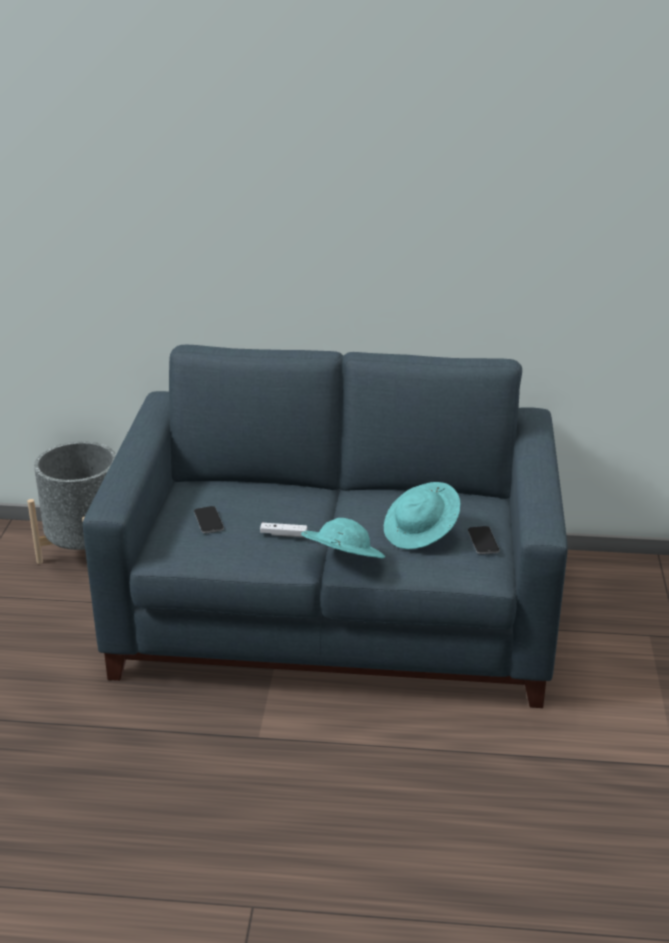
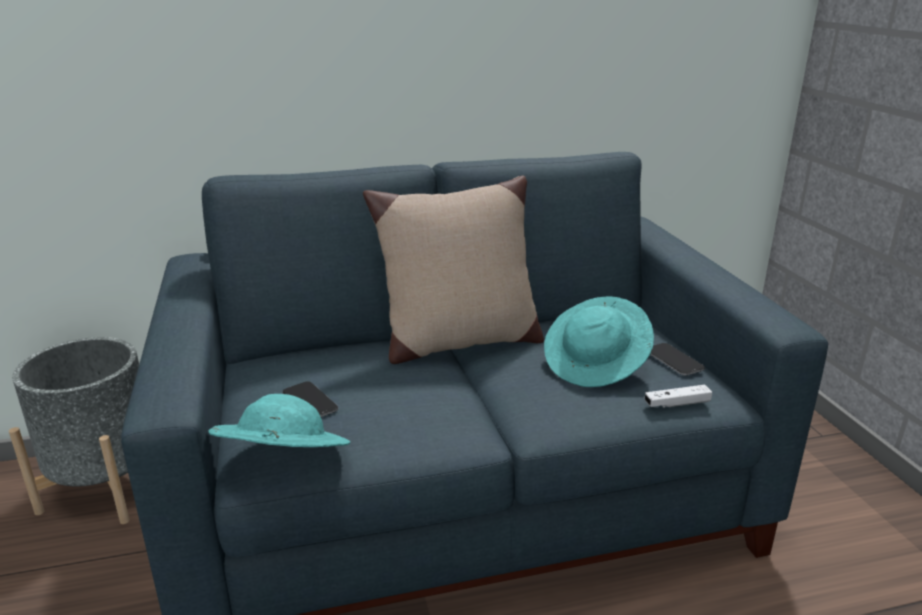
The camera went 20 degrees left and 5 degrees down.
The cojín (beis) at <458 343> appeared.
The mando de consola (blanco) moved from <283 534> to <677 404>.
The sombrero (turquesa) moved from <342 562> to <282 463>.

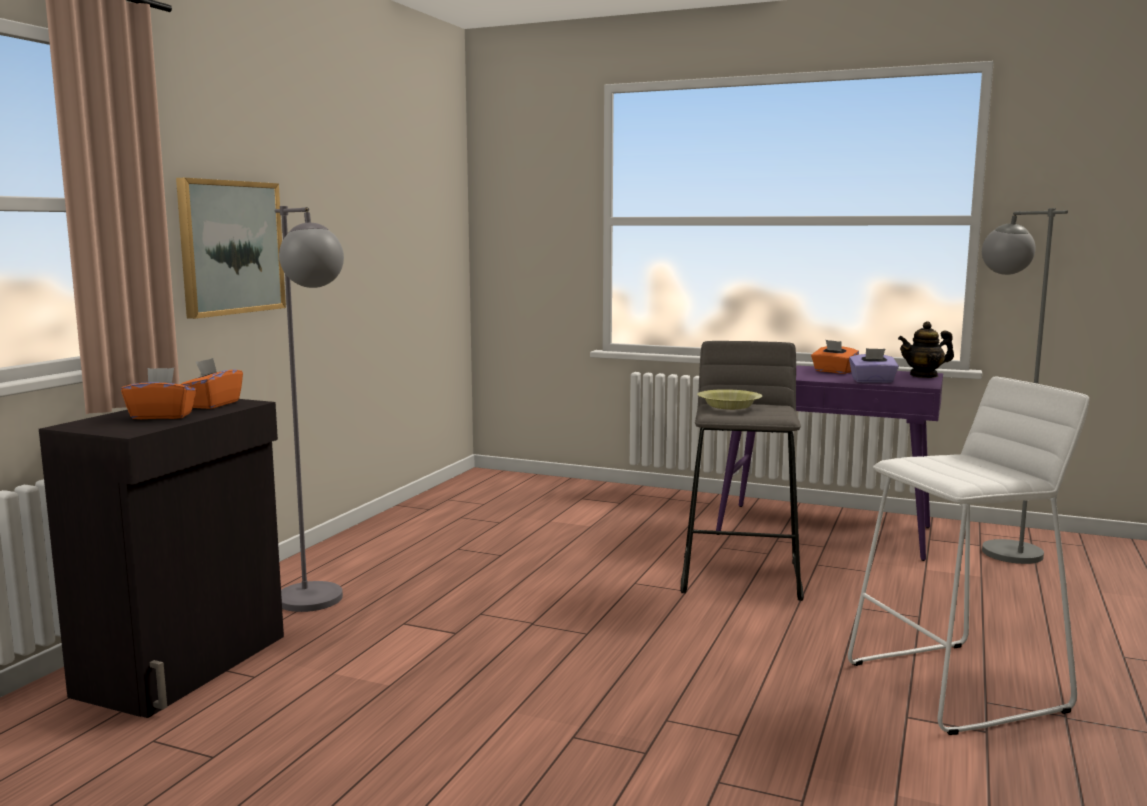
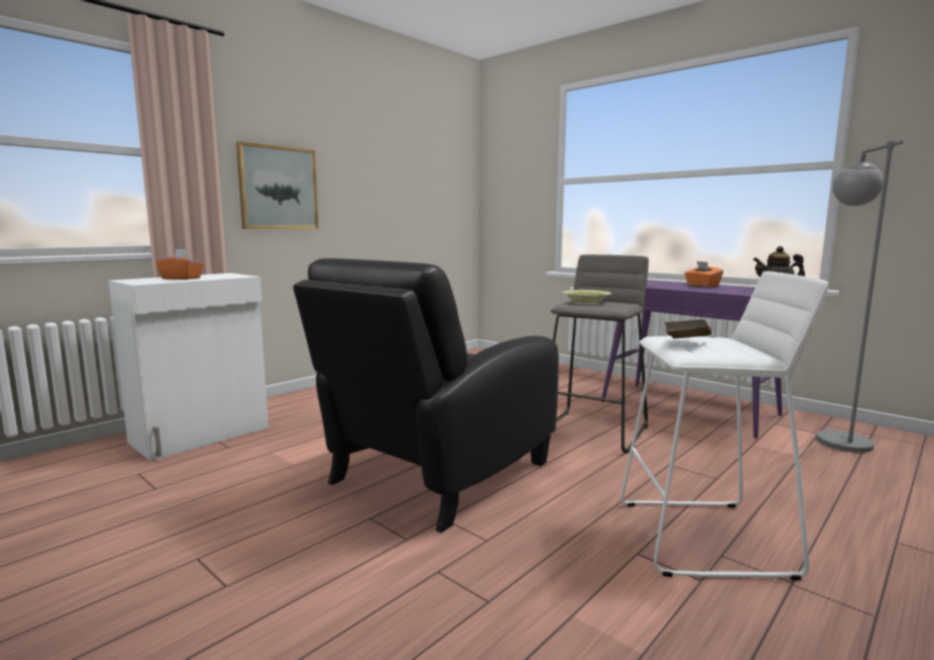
The camera went 20 degrees right and 0 degrees up.
The caja de pañuelos (naranja) at <212 404> disappeared.
The lámpara de pie (gris) at <318 606> disappeared.
The caja de pañuelos (morado) at <872 381> disappeared.
The sillón (negro) at <436 475> appeared.
The libro (marrón) at <686 343> appeared.
The armario (negro) at <186 665> became the armario (blanco) at <202 435>.

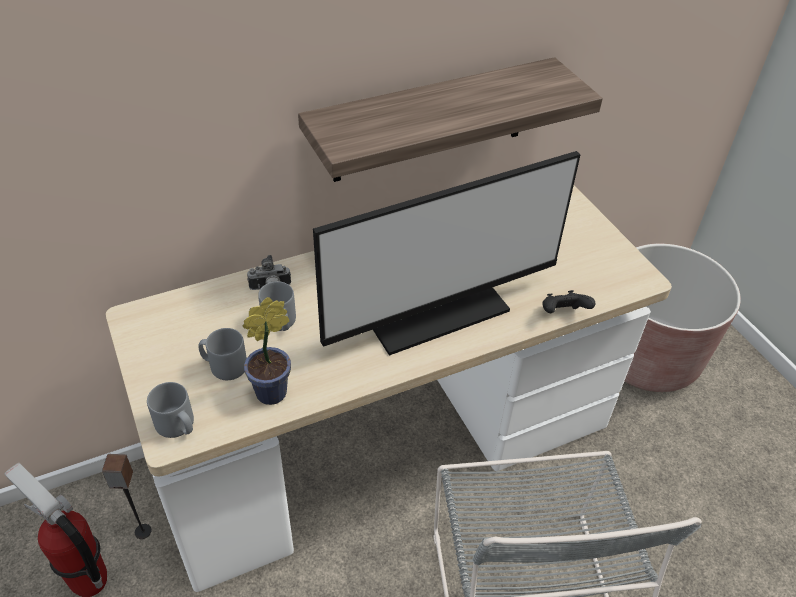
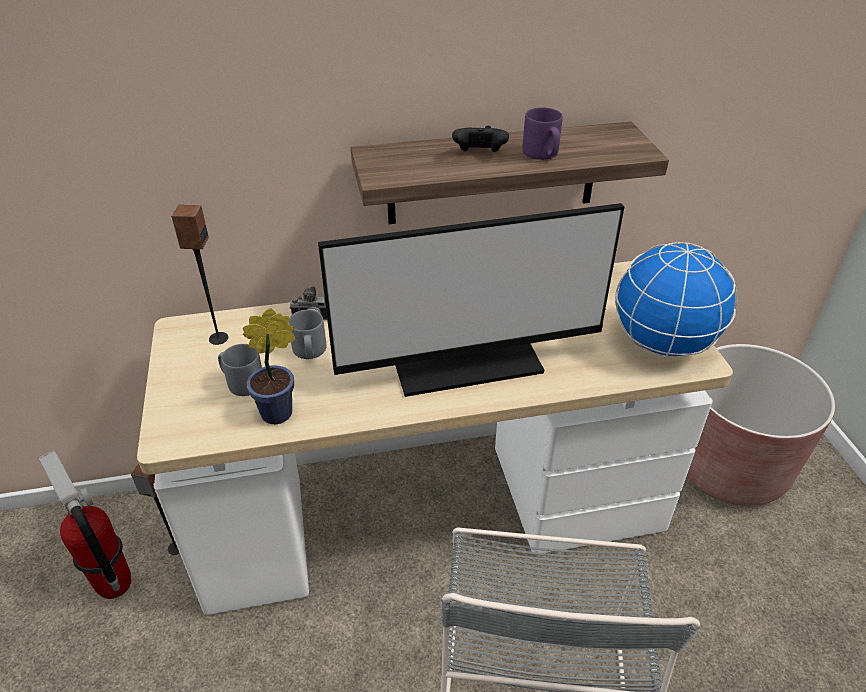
The camera went 15 degrees right and 5 degrees down.
The taza grande (gris) at <177 426> disappeared.
The altavoz at <218 338> appeared.
The taza grande (morado) at <542 154> appeared.
The globo terráqueo at <663 343> appeared.
The mando de consola (negro) moved from <562 314> to <479 155>.

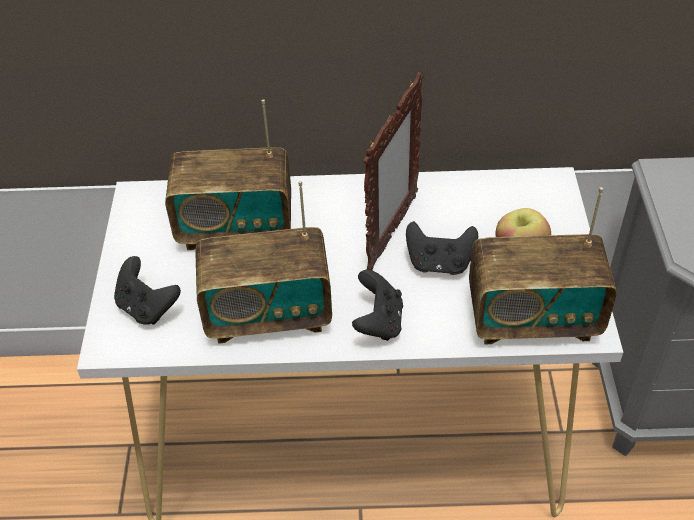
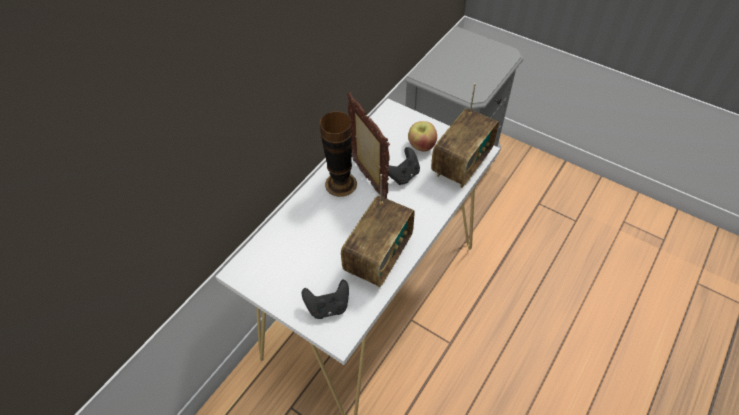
The camera went 55 degrees left and 5 degrees up.
The radio at <236 229> disappeared.
The mando de consola (negro) at <378 322> disappeared.
The florero at <341 184> appeared.

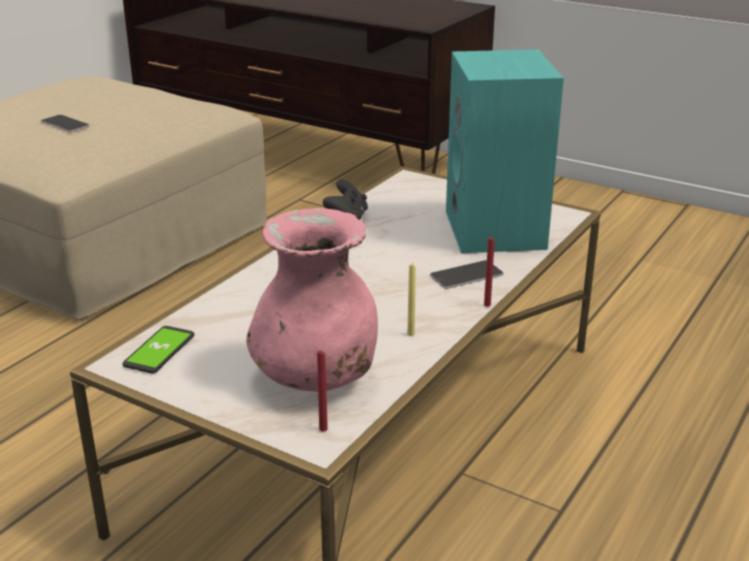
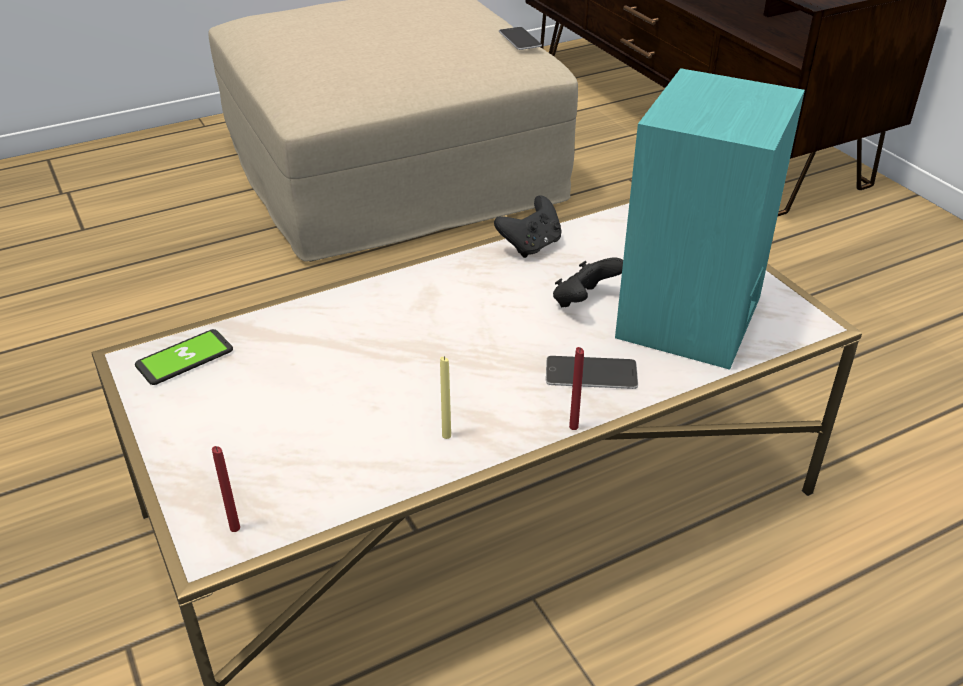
The camera went 30 degrees right and 10 degrees up.
The florero (rosa) at <316 378> disappeared.
The mando de consola (negro) at <584 302> appeared.
The móvil moved from <65 123> to <520 38>.

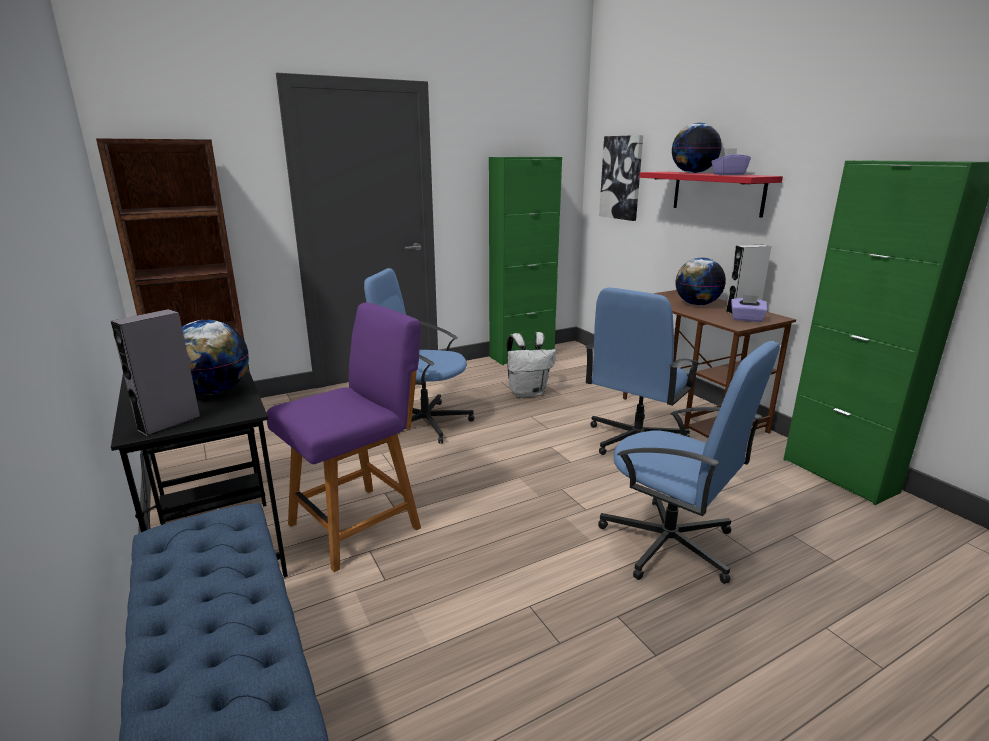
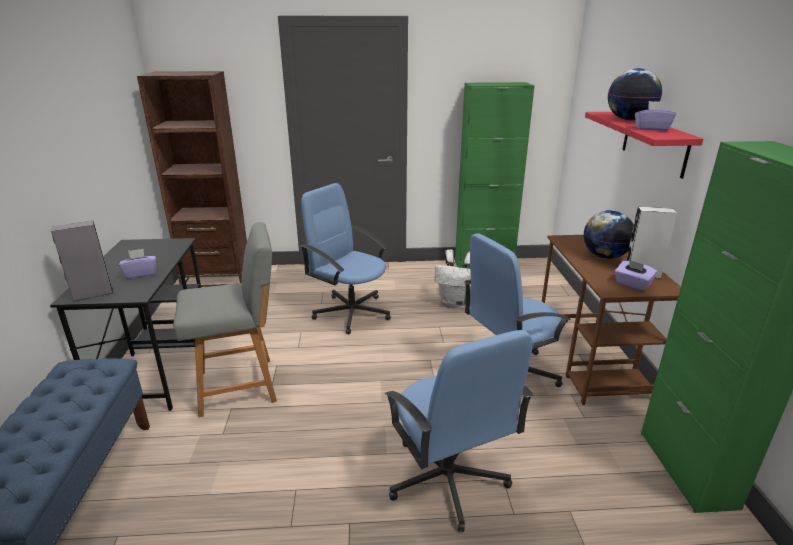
The camera went 25 degrees right and 5 degrees up.
The cuadro at <621 178> disappeared.
The globo terráqueo at <214 391> was replaced by the caja de pañuelos (morado) at <141 274>.
The silla (morado) at <359 524> became the silla (gris) at <241 385>.

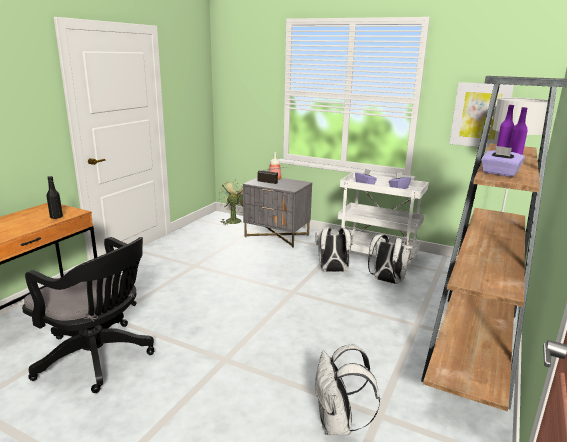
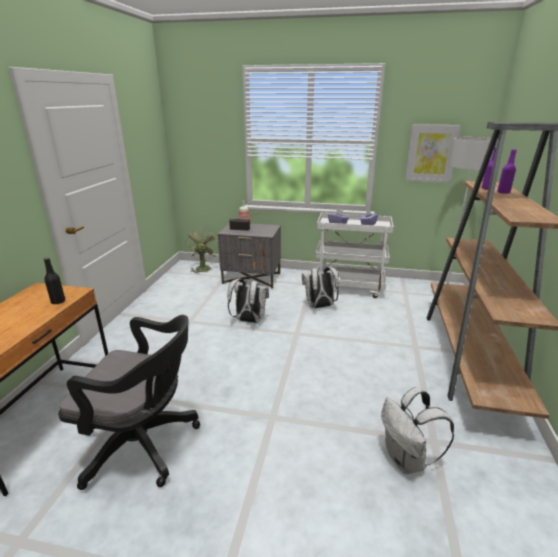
The camera went 15 degrees left and 5 degrees up.
The caja de pañuelos (morado) at <499 173> disappeared.
The mochila (blanco) moved from <386 281> to <248 320>.

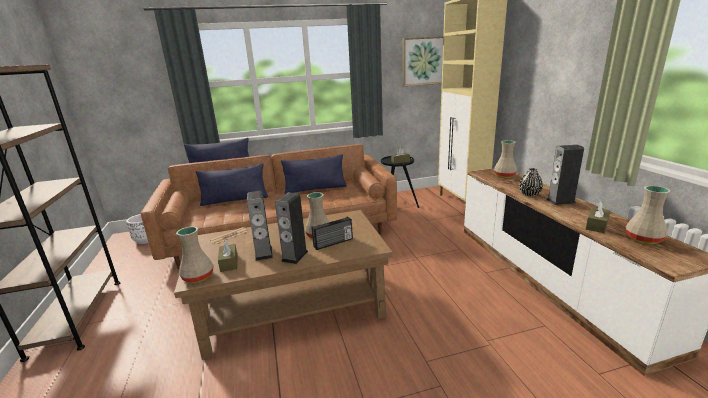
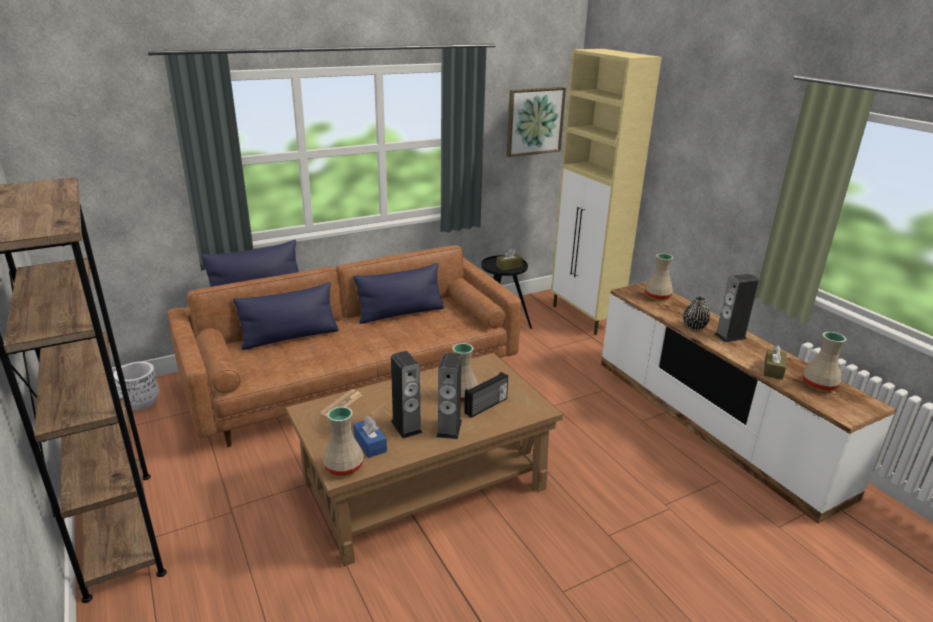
The camera went 15 degrees left and 5 degrees up.
The caja de pañuelos (marrón) at <229 263> became the caja de pañuelos (azul) at <370 444>.

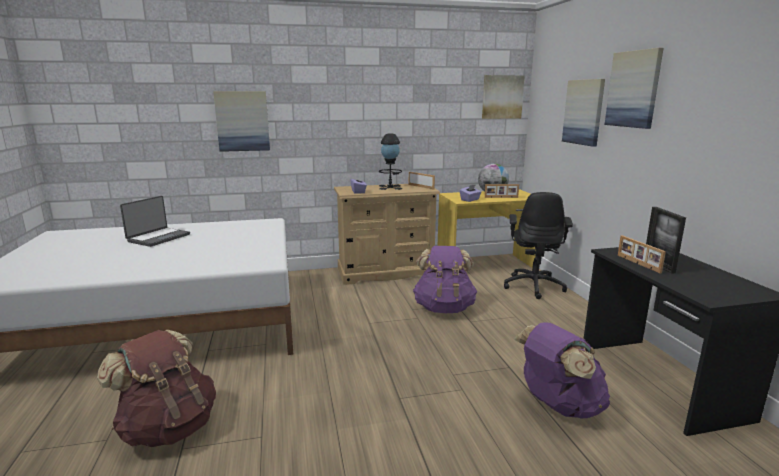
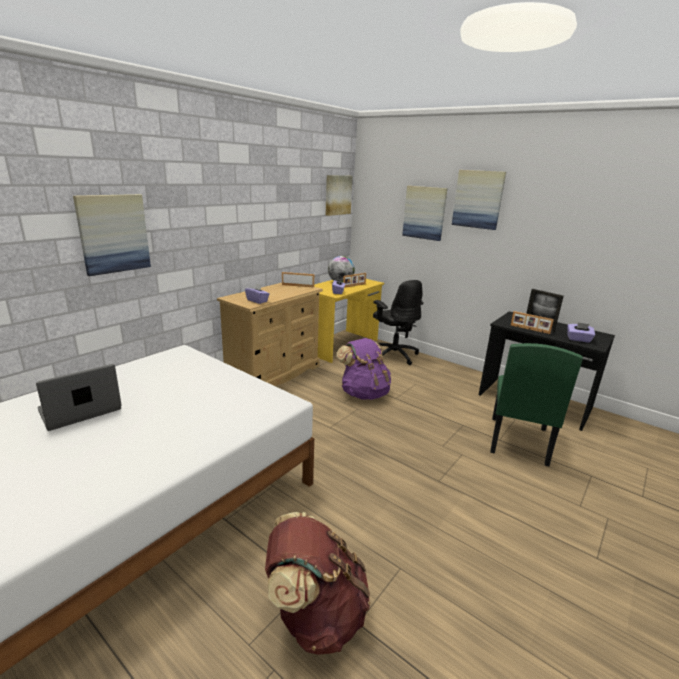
The camera went 40 degrees left and 5 degrees up.
The lámpara de mesa (negro) at <390 187> disappeared.
The caja de pañuelos (morado) at <578 339> appeared.
The mochila (morado) at <558 405> was replaced by the silla (verde) at <517 440>.
The portátil at <158 238> turned 120 degrees counterclockwise.

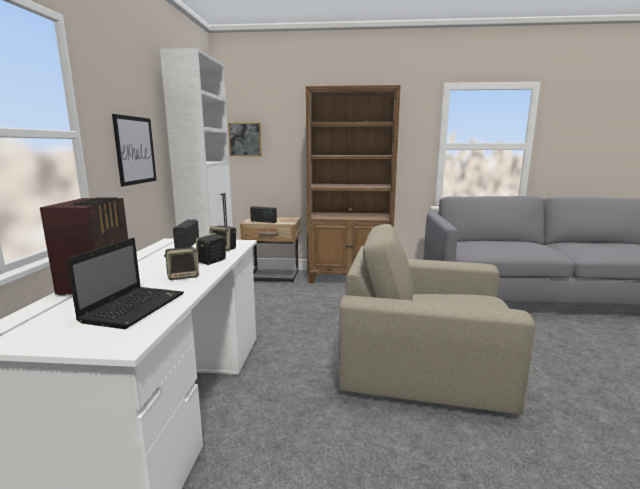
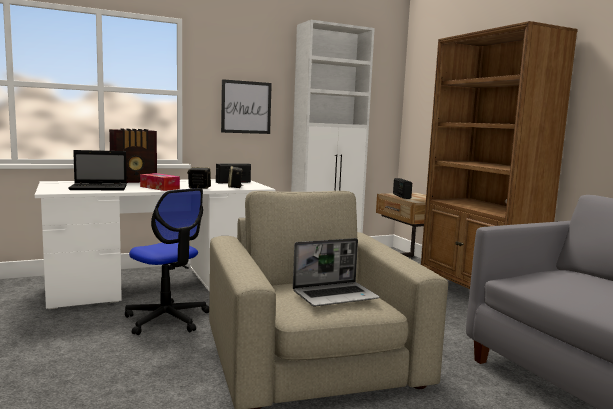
The camera went 60 degrees right and 5 degrees down.
The cuadro at <245 139> disappeared.
The silla de oficina at <167 319> appeared.
The portátil at <335 295> appeared.
The altavoz at <183 276> was replaced by the caja de pañuelos at <159 187>.

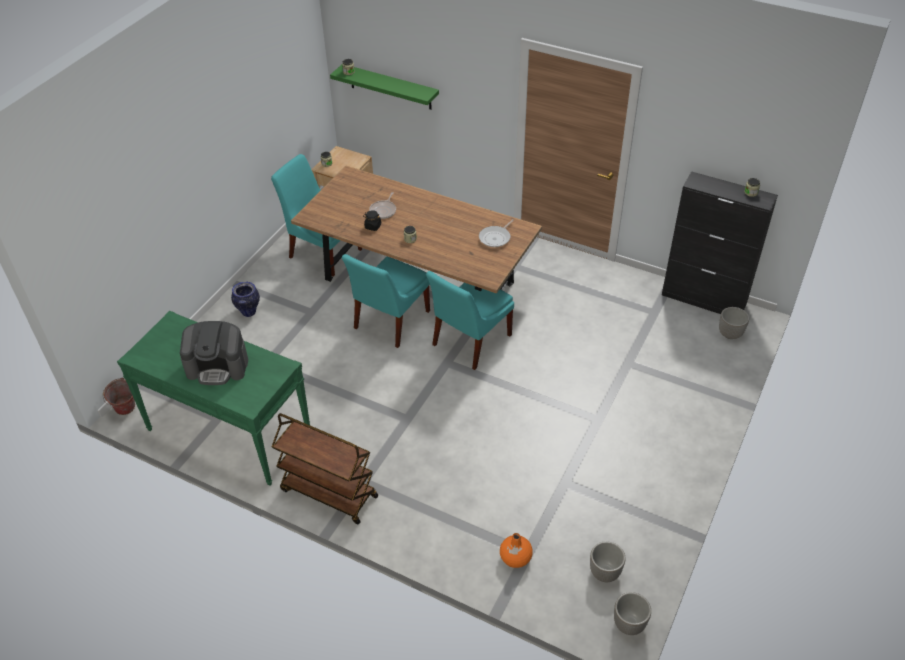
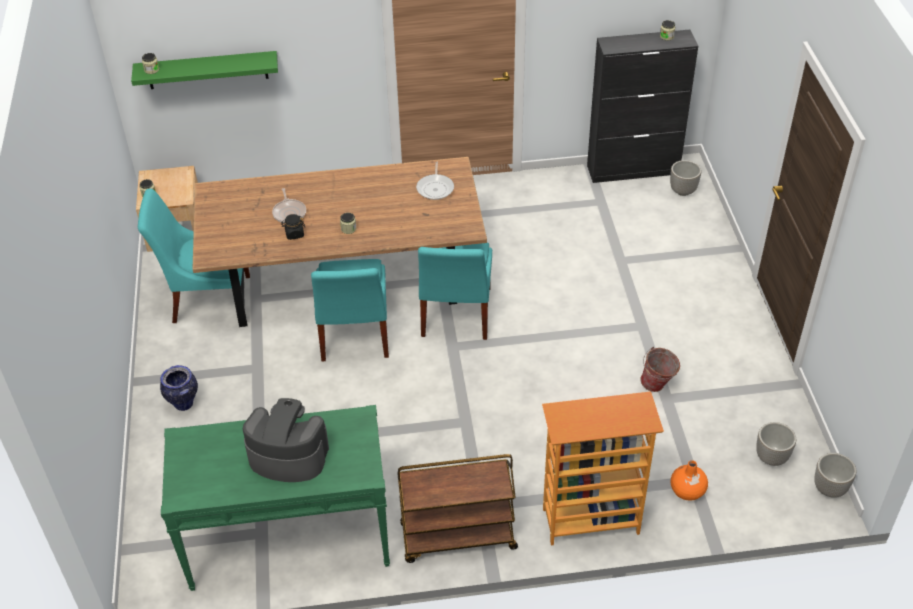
The camera went 35 degrees left and 0 degrees up.
The estantería at <590 522> appeared.
The cubo moved from <126 411> to <657 386>.
The cafetera at <218 366> turned 135 degrees counterclockwise.

